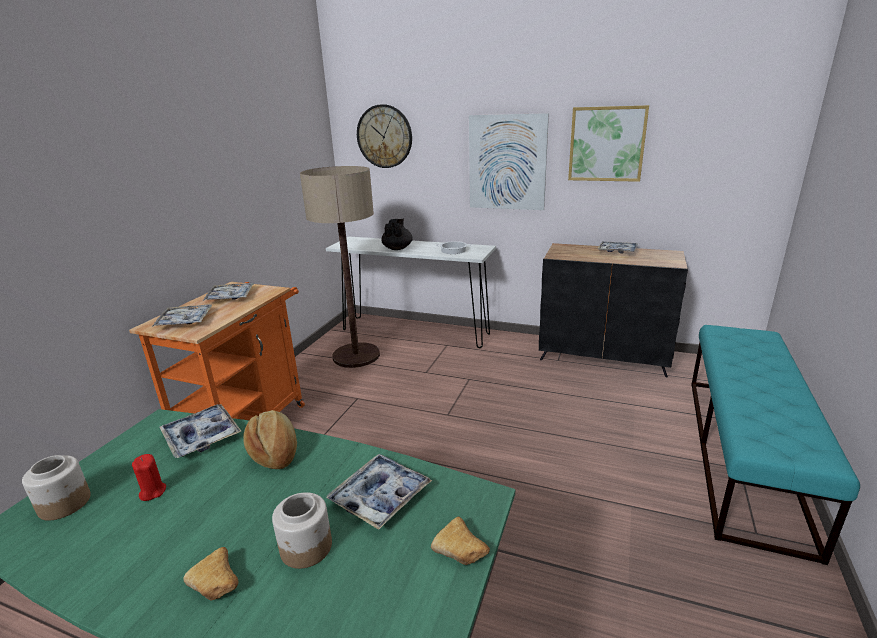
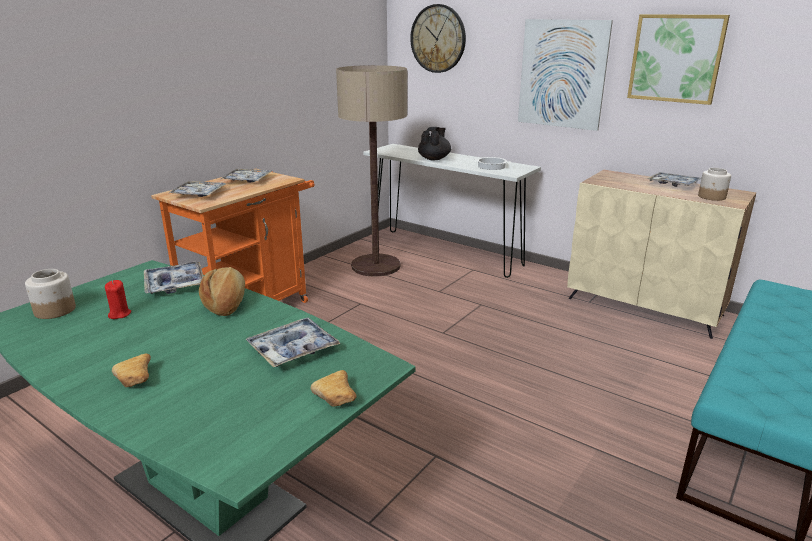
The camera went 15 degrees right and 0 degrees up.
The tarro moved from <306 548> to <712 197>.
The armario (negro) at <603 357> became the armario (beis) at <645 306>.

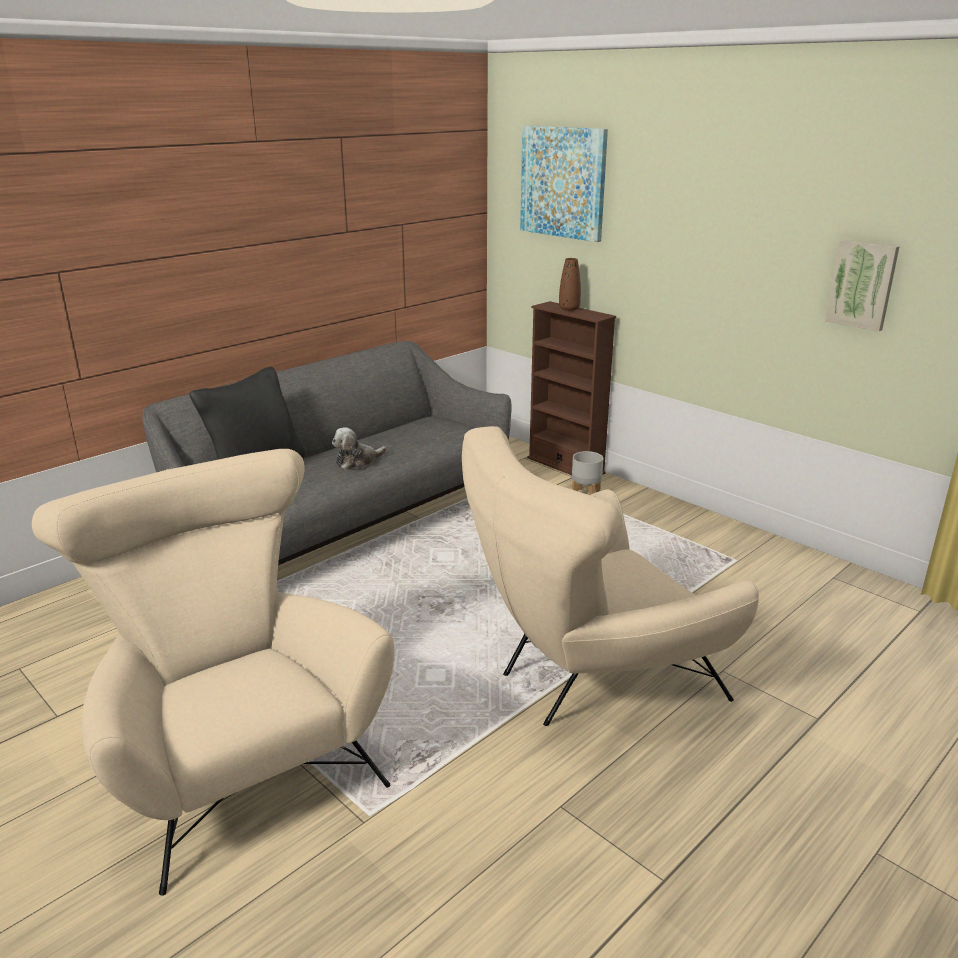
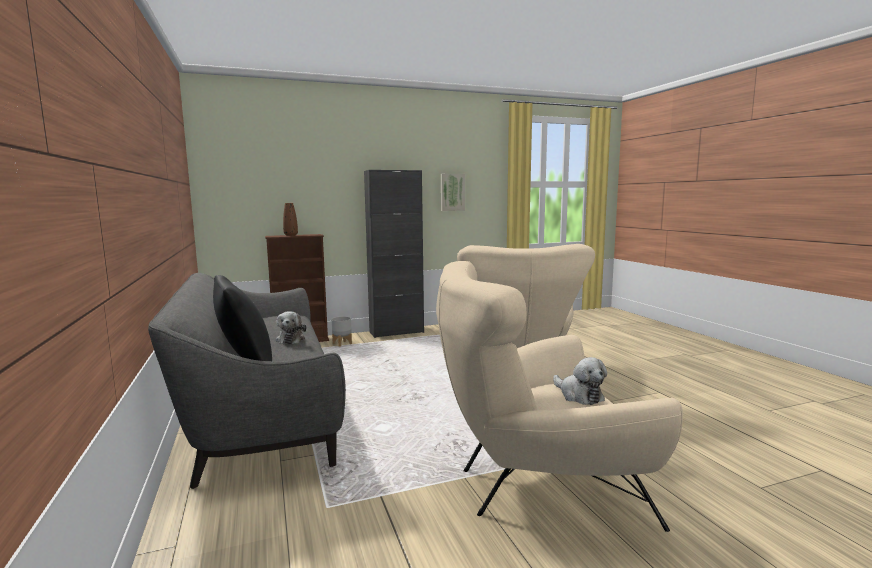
The camera went 65 degrees left and 15 degrees down.
The cuadro at <563 182> disappeared.
The armario (negro) at <396 332> appeared.
The peluche at <579 395> appeared.

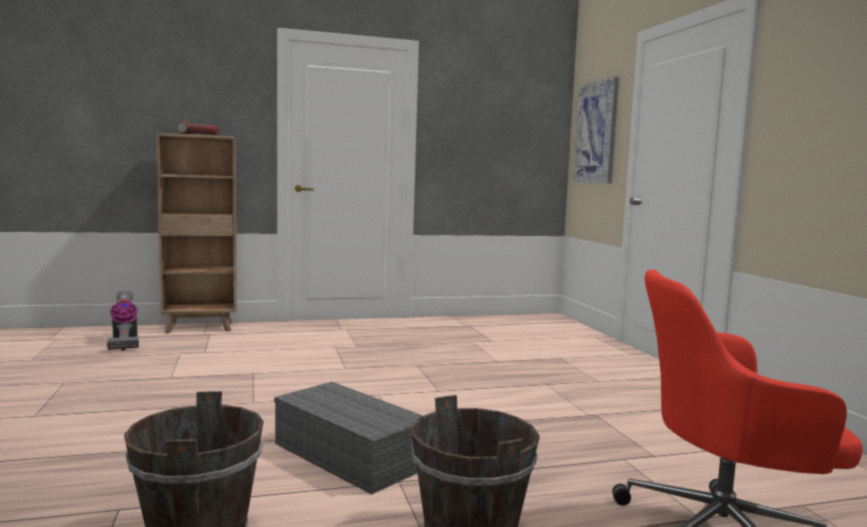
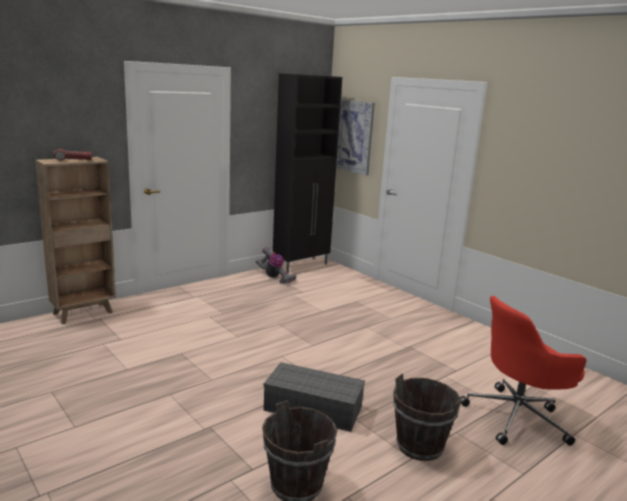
The camera went 25 degrees left and 10 degrees up.
The armario (negro) at <302 265> appeared.
The aspiradora moved from <124 342> to <274 277>.

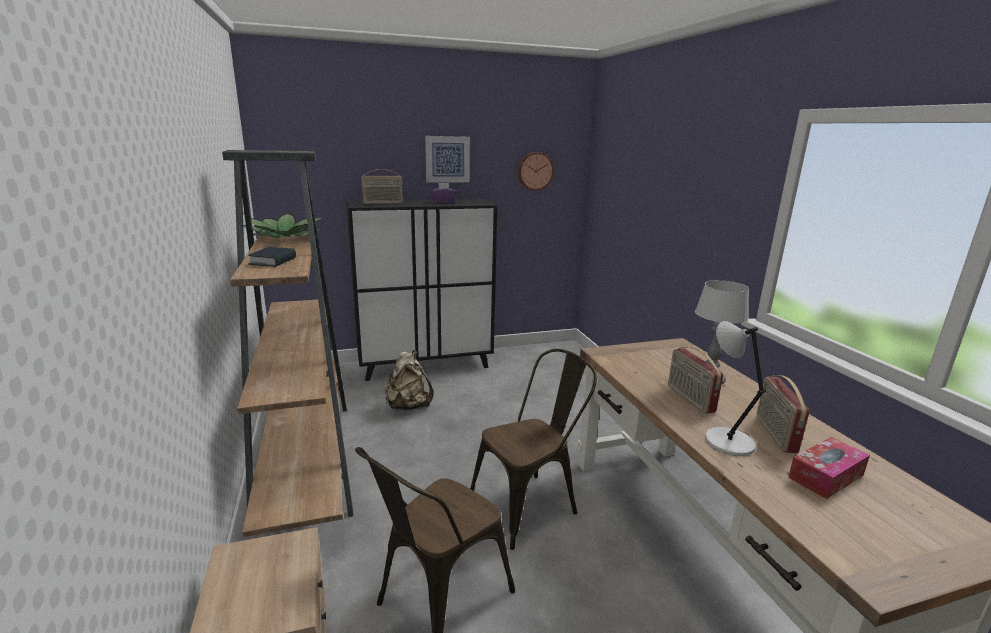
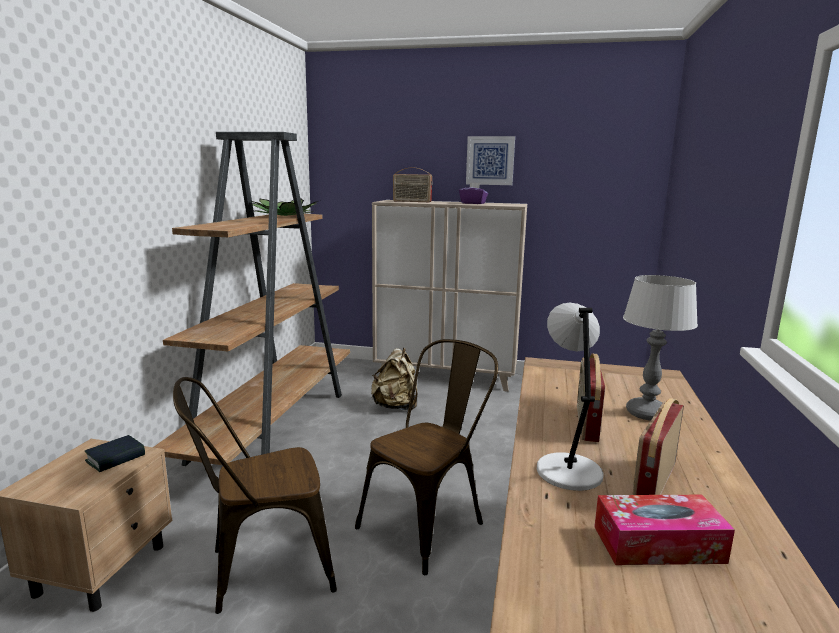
The camera went 30 degrees right and 5 degrees down.
The reloj de pared at <535 171> disappeared.
The libro moved from <273 261> to <116 458>.
The armario (negro) at <425 365> became the armario (beis) at <446 377>.
The silla (marrón) at <530 504> turned 45 degrees counterclockwise.

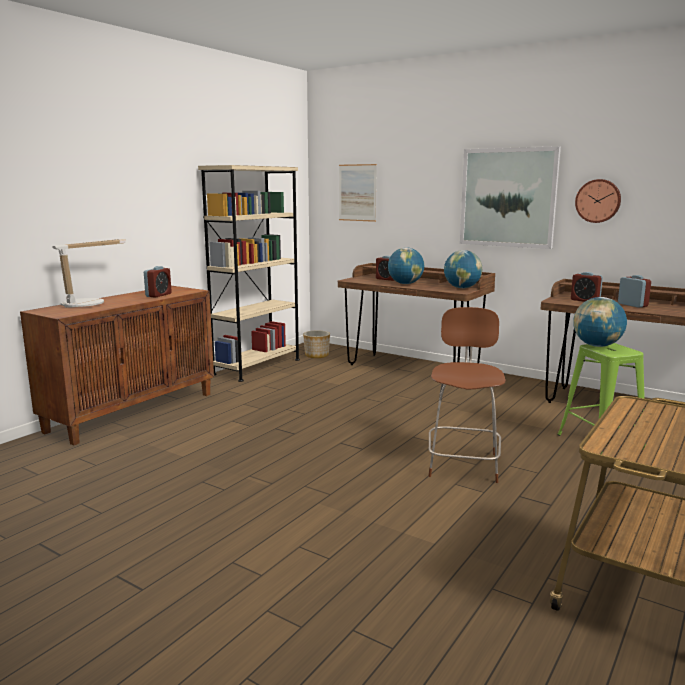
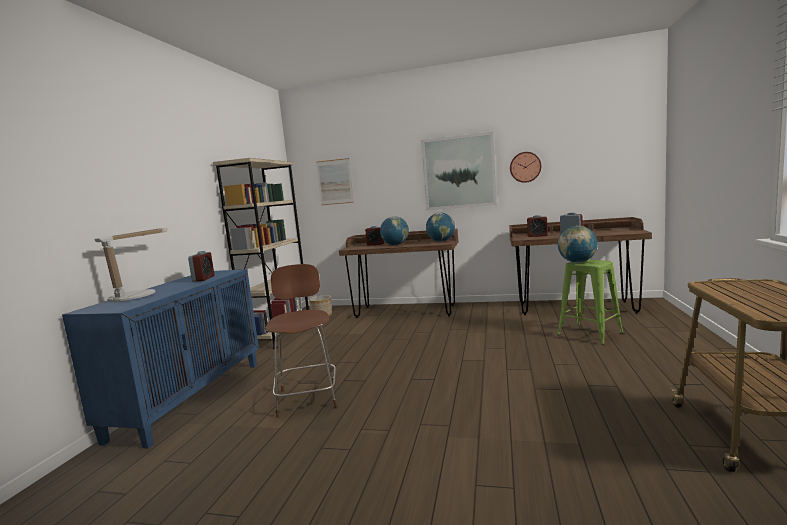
The camera went 20 degrees left and 5 degrees down.
The silla (marrón) moved from <463 463> to <308 397>.
The armario (marrón) at <133 411> became the armario (azul) at <191 398>.

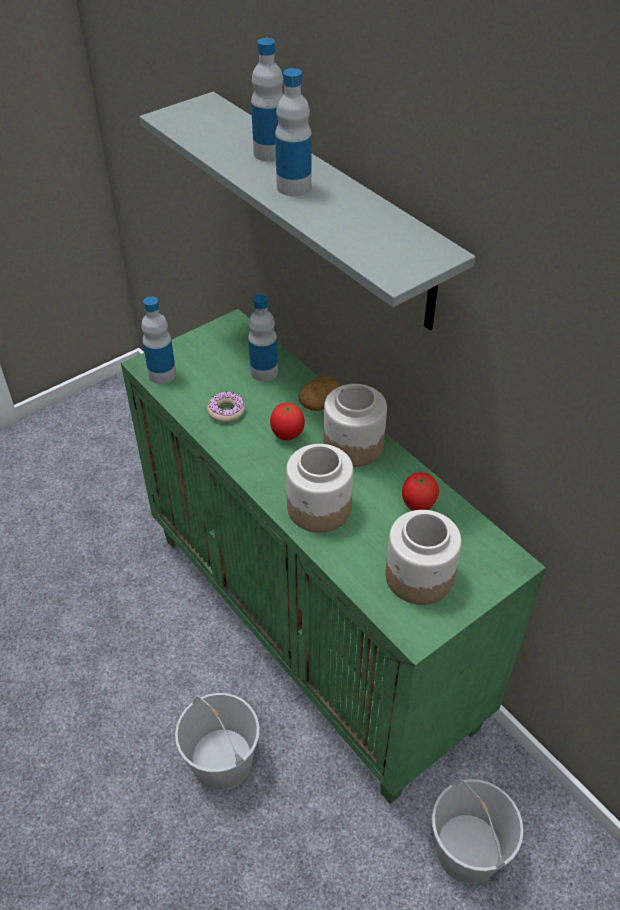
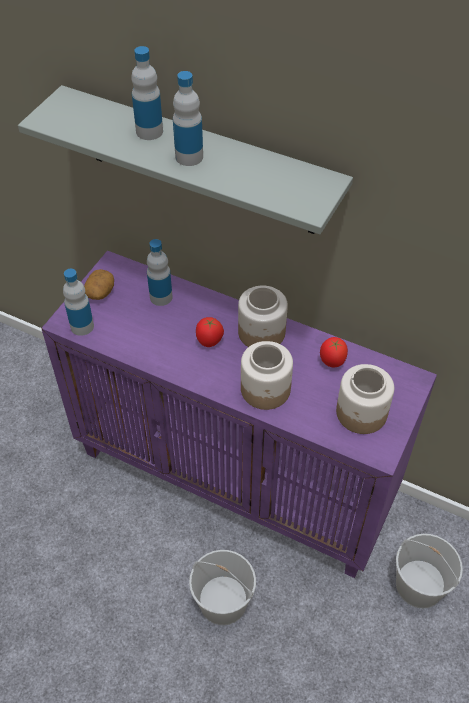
The camera went 25 degrees left and 5 degrees up.
The rosquilla at <226 411> disappeared.
The patata moved from <319 403> to <100 292>.
The armario (verde) at <313 628> became the armario (morado) at <237 476>.

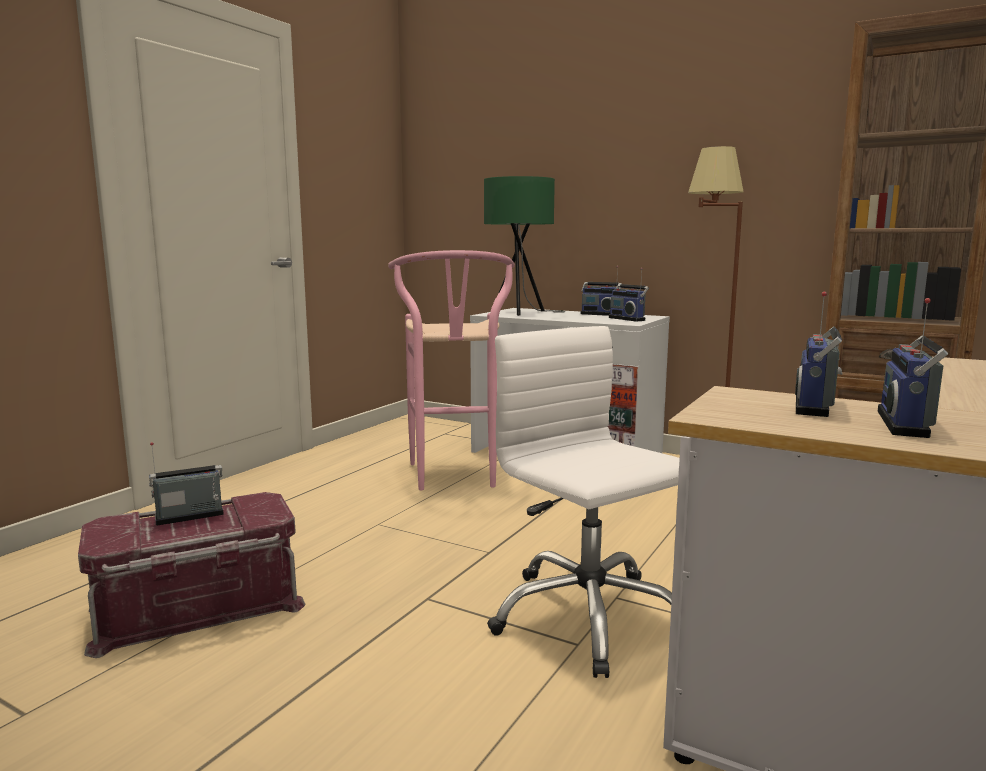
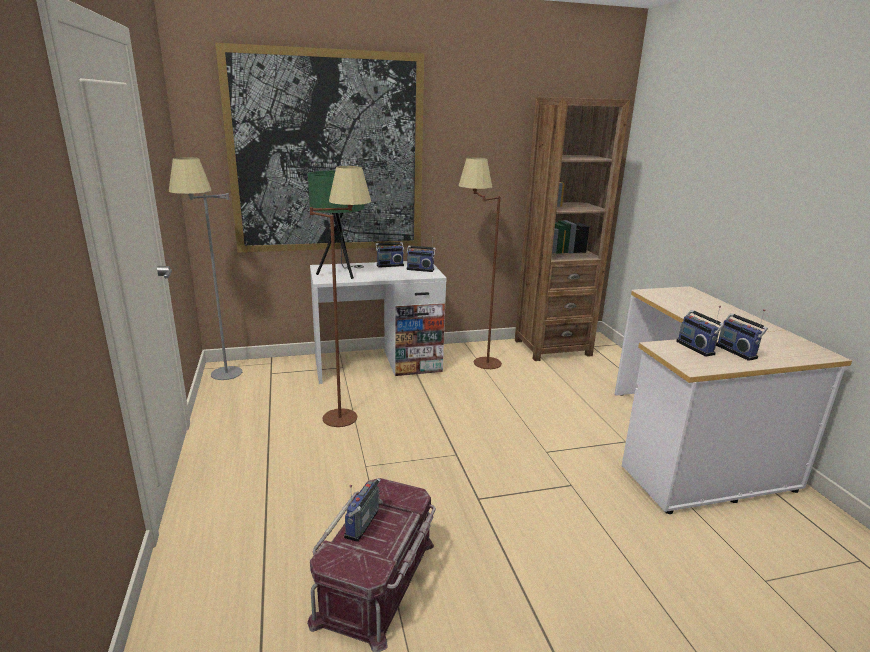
The camera went 45 degrees left and 10 degrees up.
The silla de oficina (blanco) at <587 617> disappeared.
The lámpara de pie (gris) at <222 379> appeared.
The cuadro at <328 154> appeared.
The taburete (rosa) at <455 478> was replaced by the lámpara de pie (marrón) at <347 410>.

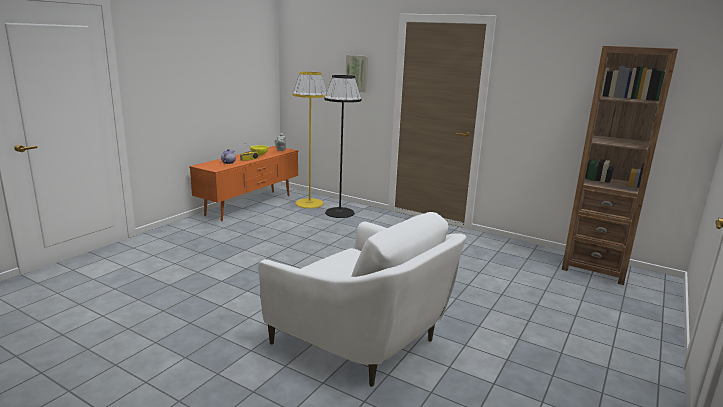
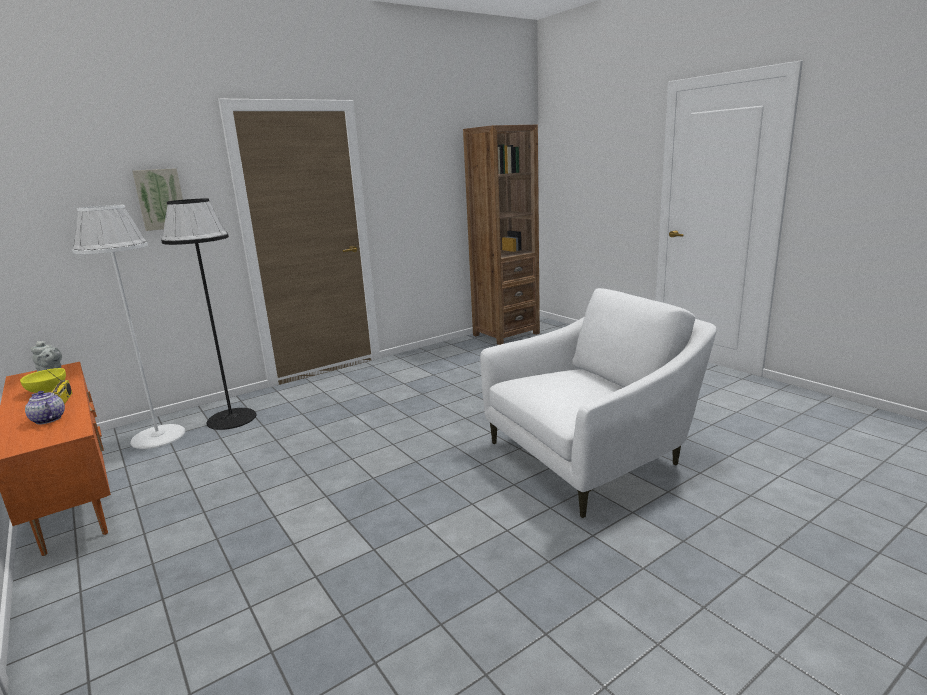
The camera went 65 degrees left and 0 degrees up.
The lámpara de pie (amarillo) at <309 203> became the lámpara de pie (blanco) at <158 436>.

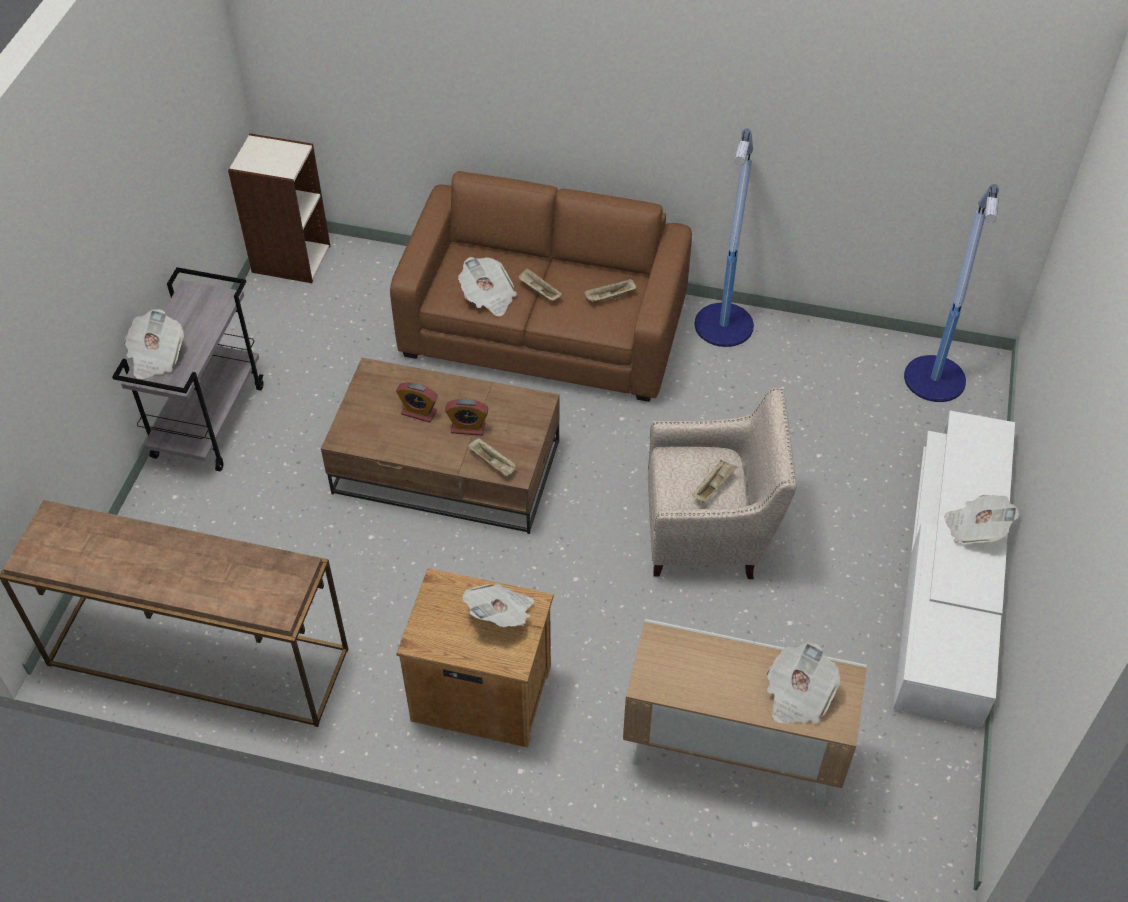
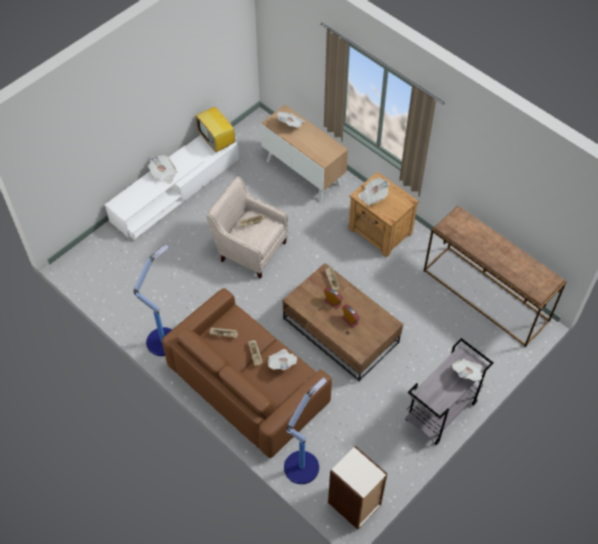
The camera went 150 degrees left and 5 degrees up.
The televisor at <217 141> appeared.
The lámpara de pie moved from <935 381> to <302 466>.

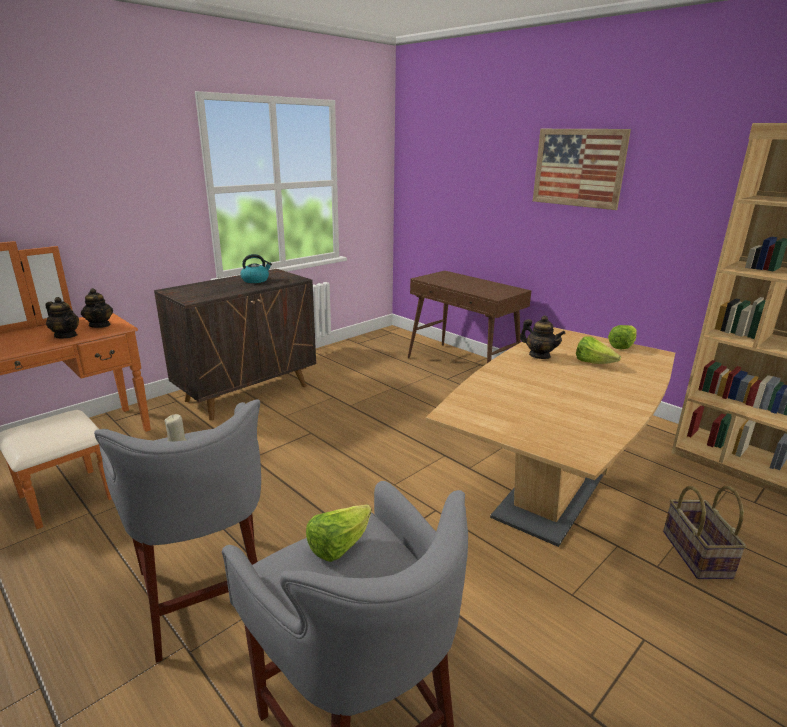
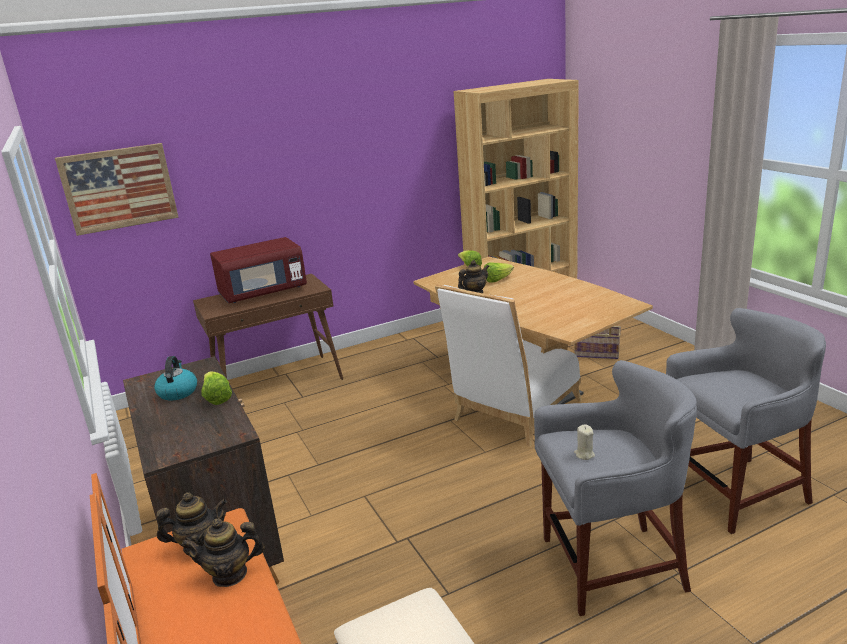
The camera went 70 degrees left and 0 degrees up.
The microondas (rojo) at <263 292> appeared.
The silla (blanco) at <513 413> appeared.
The lechuga moved from <339 546> to <217 398>.
The cuadro moved from <578 168> to <119 188>.
The tetera at <66 335> turned 150 degrees counterclockwise.

